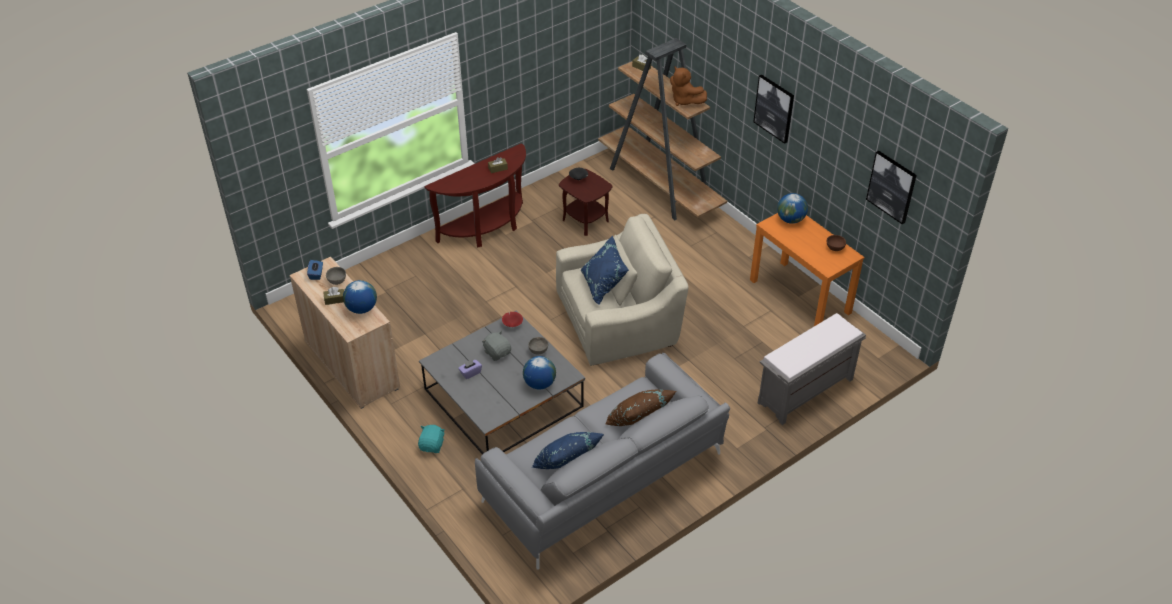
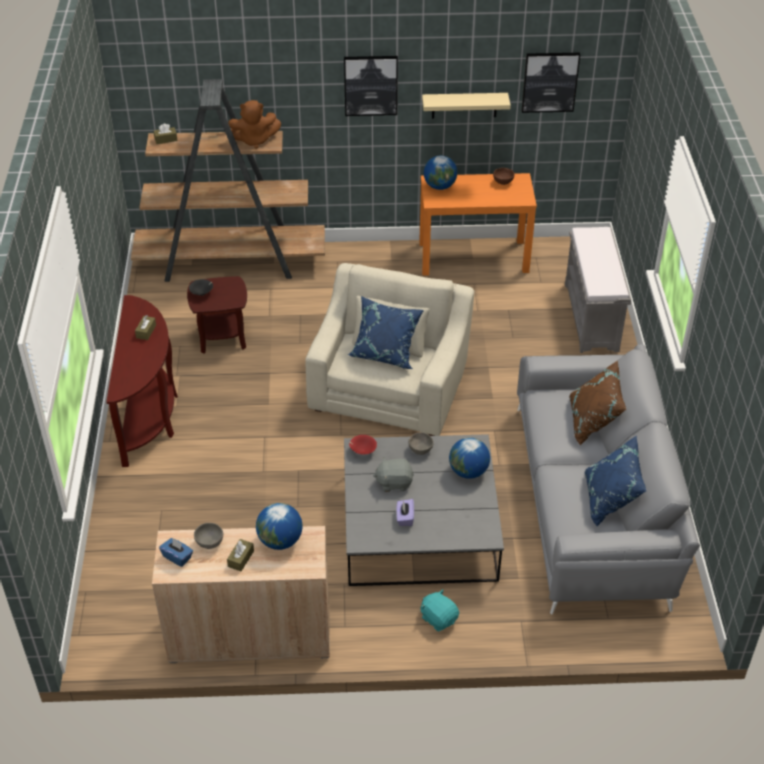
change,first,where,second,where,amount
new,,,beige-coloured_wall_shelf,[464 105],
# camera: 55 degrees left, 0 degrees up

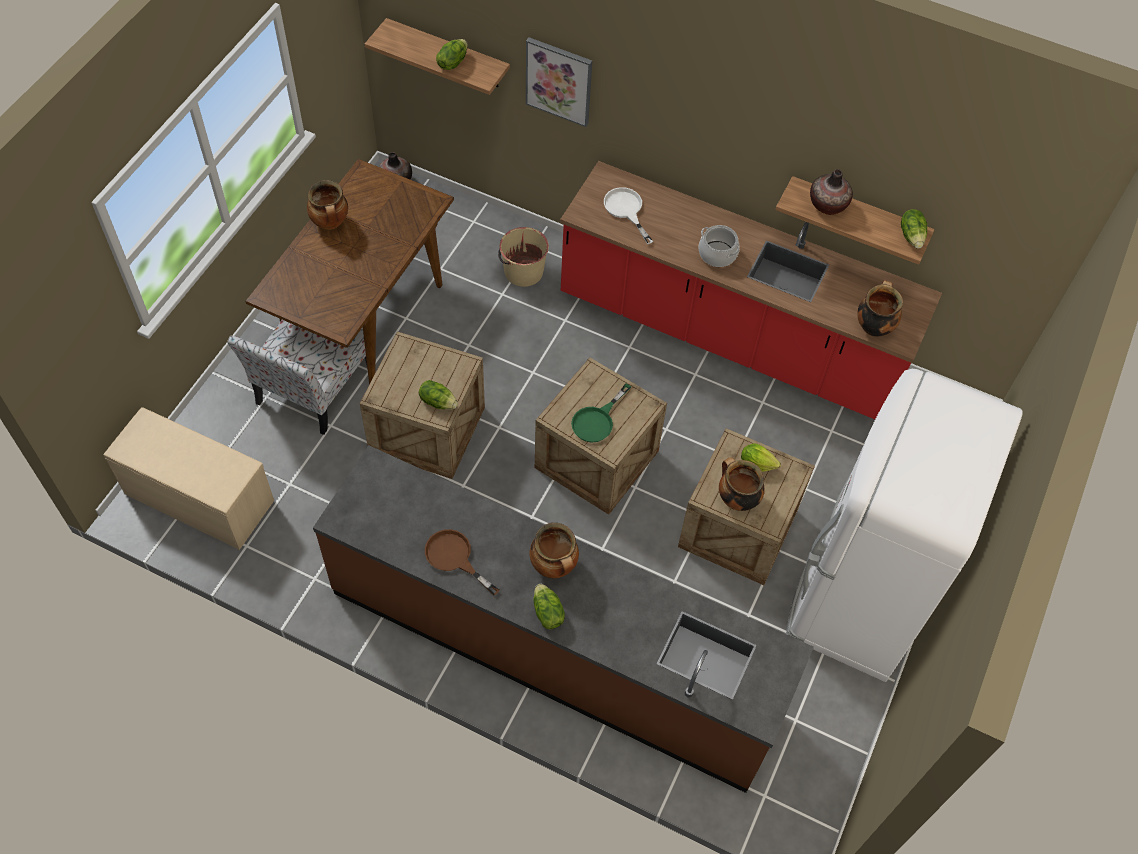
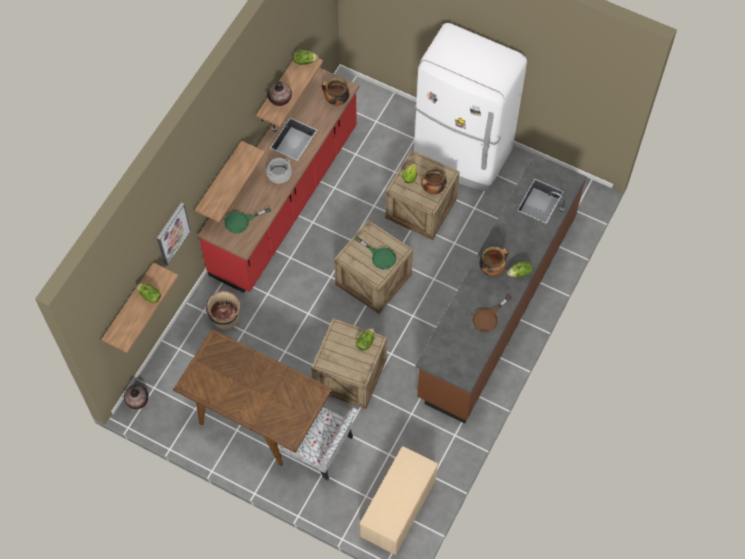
change,first,where,second,where,amount
gone,stockpot,[330 223],,,
repainted,whitish_frying_pan,[626 210],greenish_frying_pan,[241 221],
new,,,wall_shelf,[219 180],
# camera: 85 degrees left, 5 degrees up

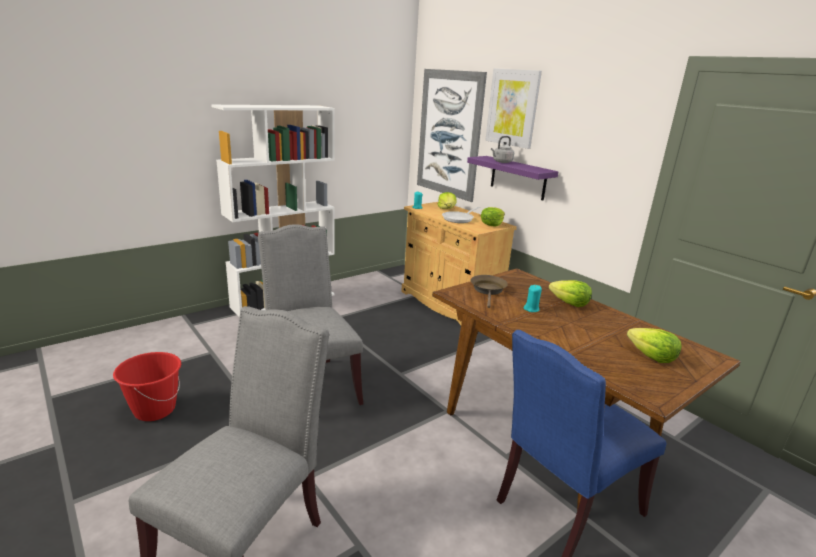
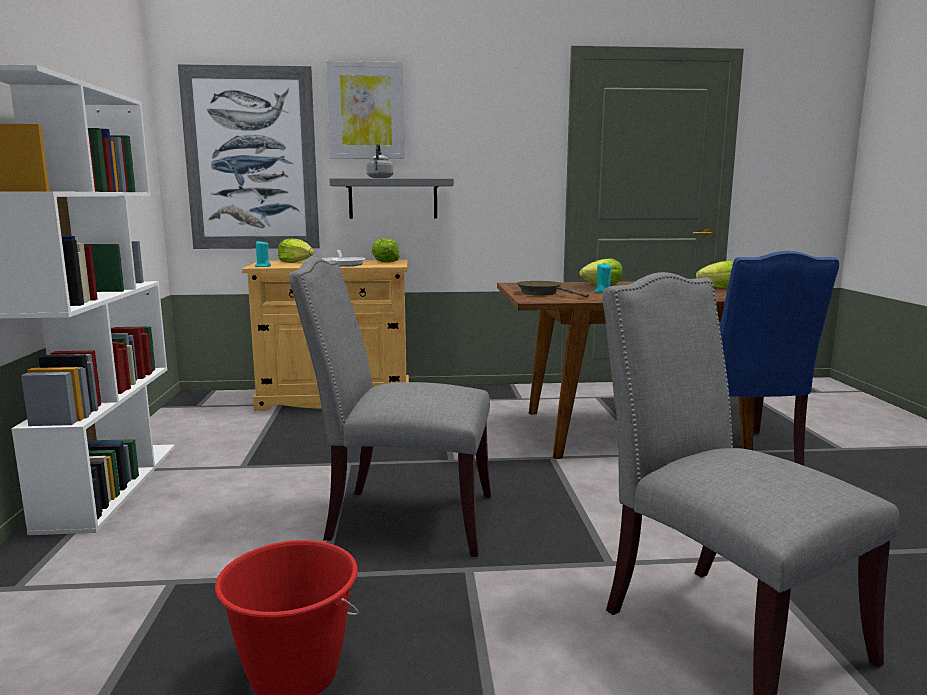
change,first,where,second,where,amount
repainted,purplish_wall_shelf,[518 178],gray_wall_shelf,[393 199],
# camera: 55 degrees left, 10 degrees down

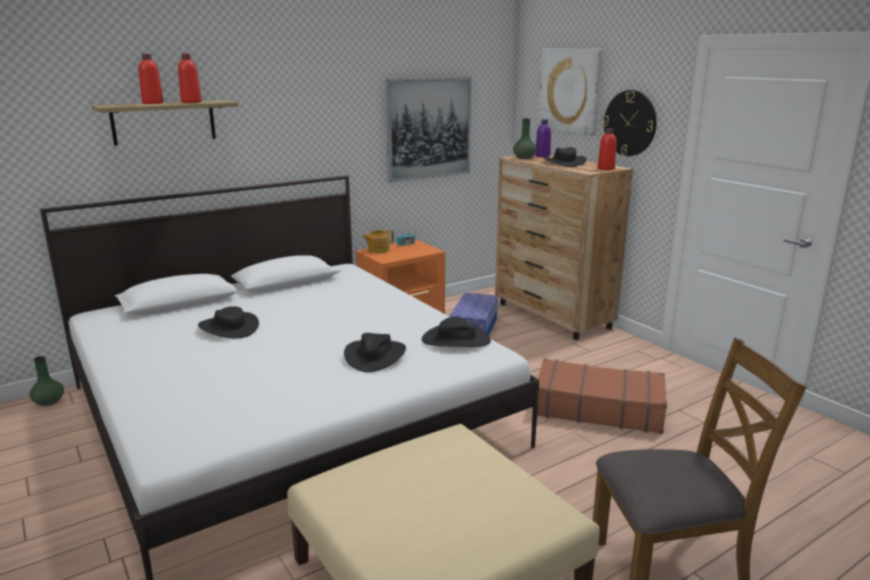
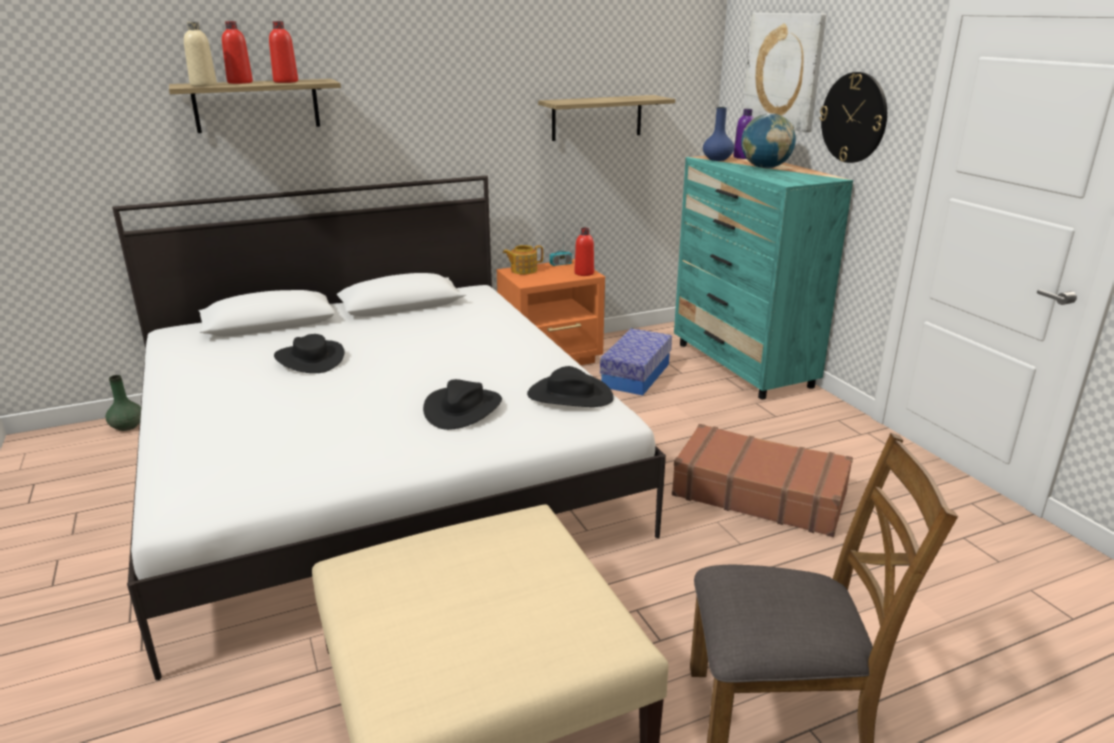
change,first,where,second,where,amount
swapped,wall_art,[428 128],wall_shelf,[597 117],
repainted,brown_chest_of_drawers,[553 316],turquoise_chest_of_drawers,[742 365],
repainted,greenish_flower_vase,[524 158],blue-coloured_flower_vase,[717 159],
swapped,black-coloured_wearable_hat,[564 162],world_globe,[765 168],
shifted,reddish_drink_bottle,[606 169],,[584 273],
new,,,beige-coloured_drink_bottle,[203 85],
# camera: 10 degrees right, 5 degrees up

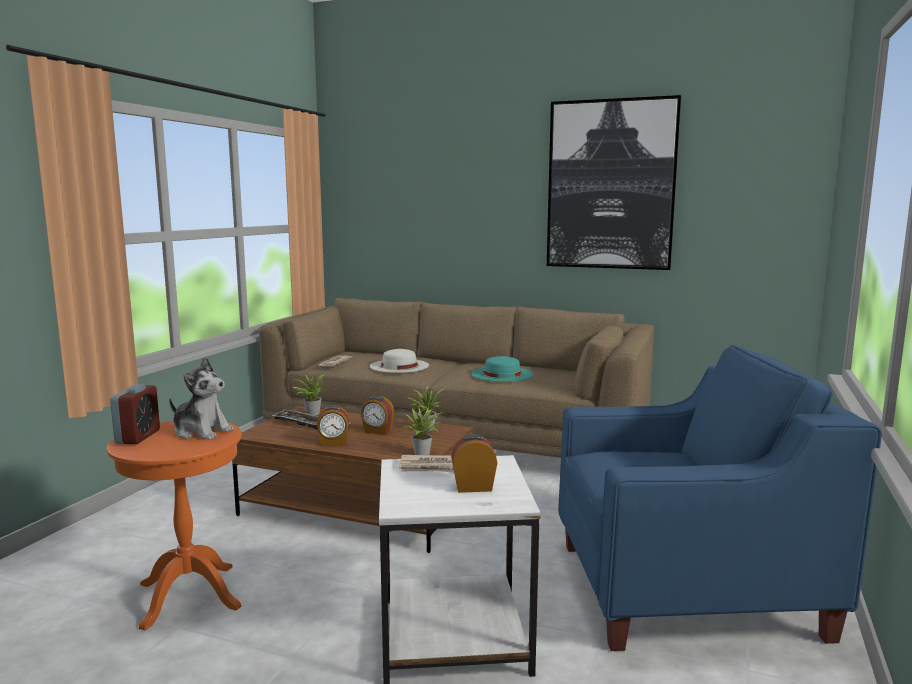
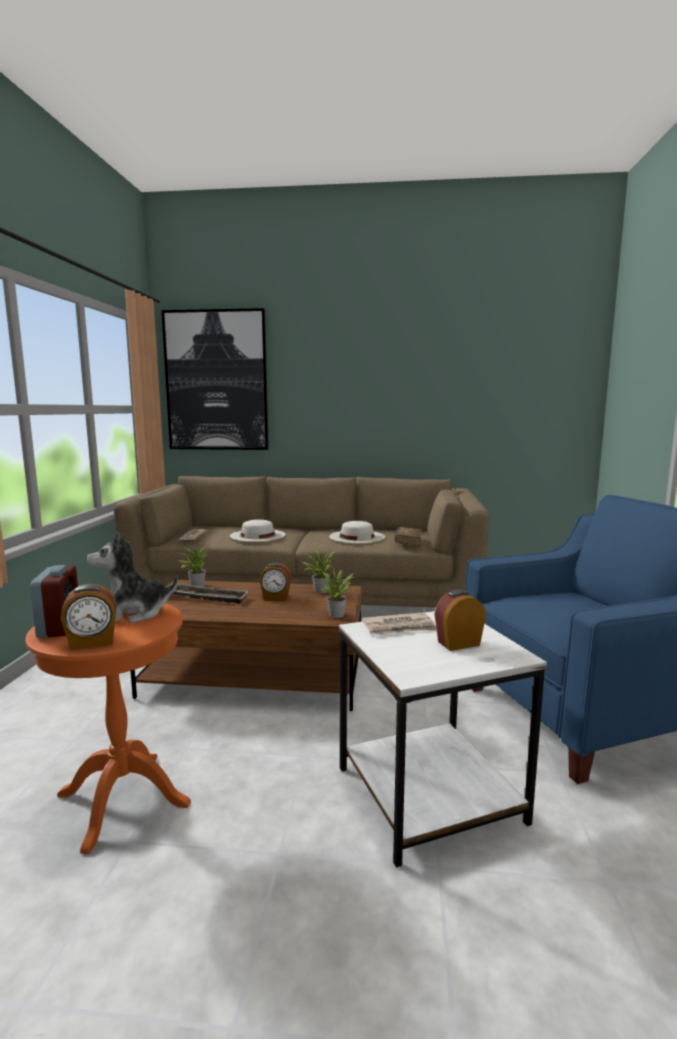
change,first,where,second,where,amount
rotated,soft_toy,[201 431],,[133 614],150 degrees clockwise
shifted,table_clock,[333 442],,[92 642],
repainted,turquoise_wearable_hat,[502 374],whitish_wearable_hat,[357 536],
shifted,wall_art,[610 185],,[216 381],
new,,,brown_bound_book,[408 541],
# camera: 15 degrees left, 0 degrees up

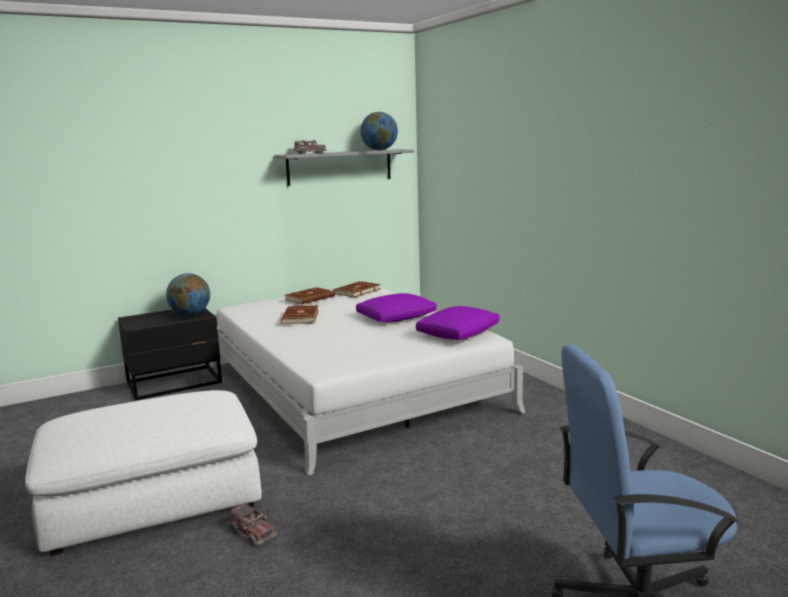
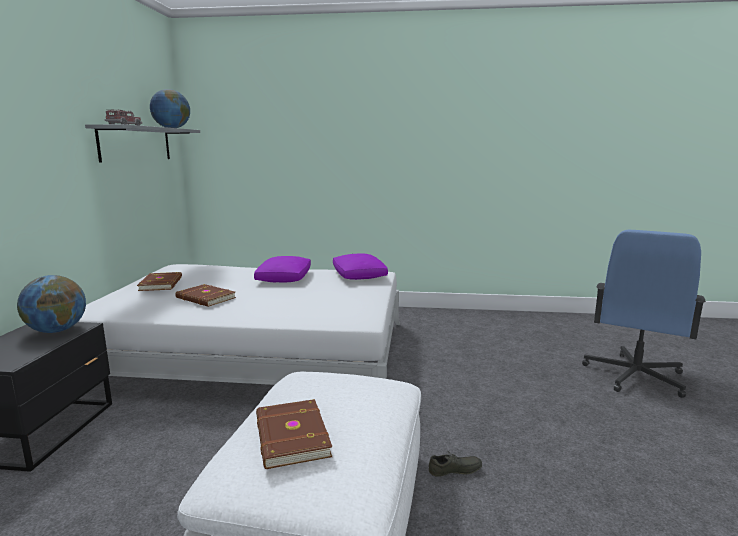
change,first,where,second,where,amount
swapped,toy_lorry,[252 533],gray_item_of_footwear,[455 471],
shifted,brown_bound_book,[356 291],,[290 437],
# camera: 55 degrees left, 0 degrees up

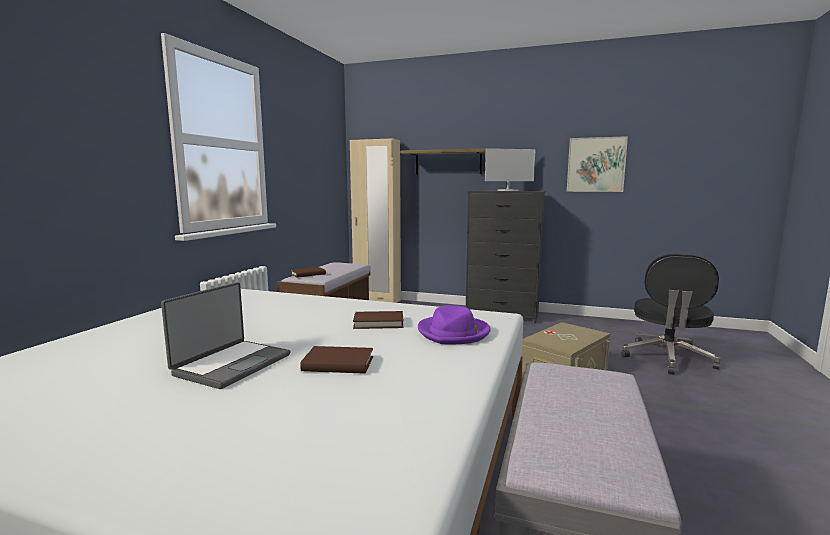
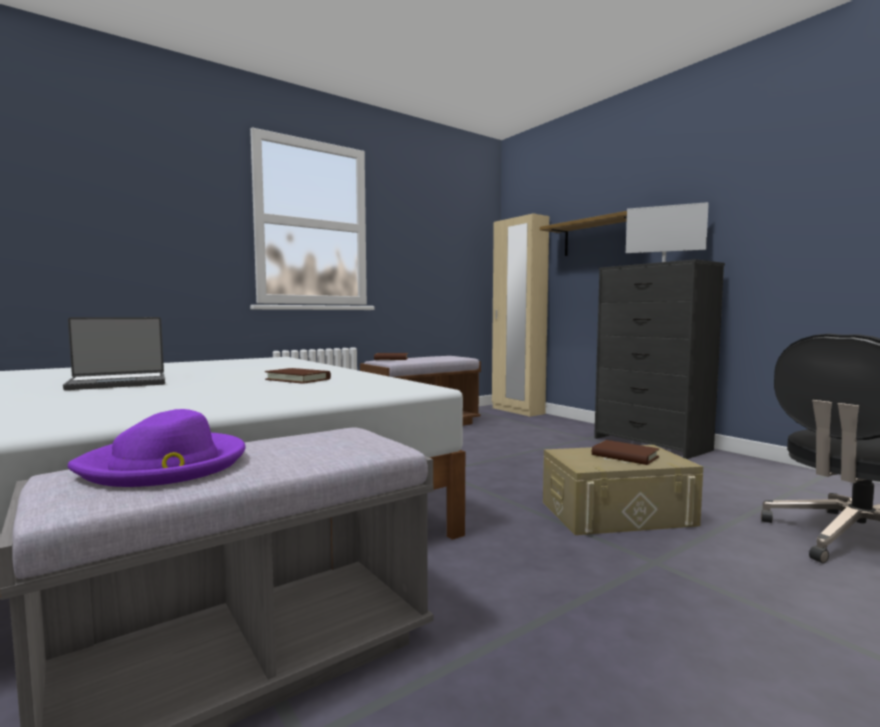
change,first,where,second,where,amount
shifted,brown_bound_book,[338 364],,[624 456],
shifted,purplish_wearable_hat,[454 333],,[166 465],
gone,wall_art,[596 164],,,
# camera: 35 degrees right, 5 degrees down

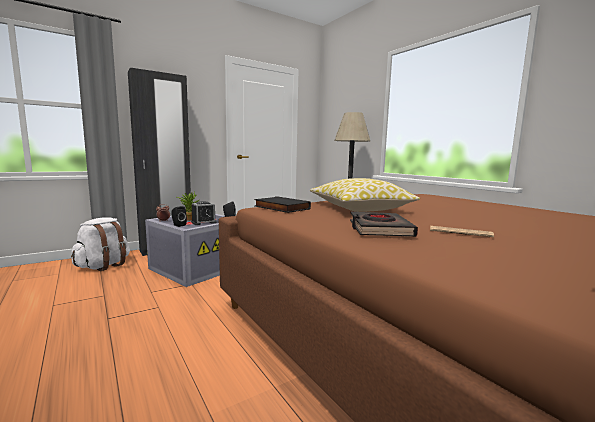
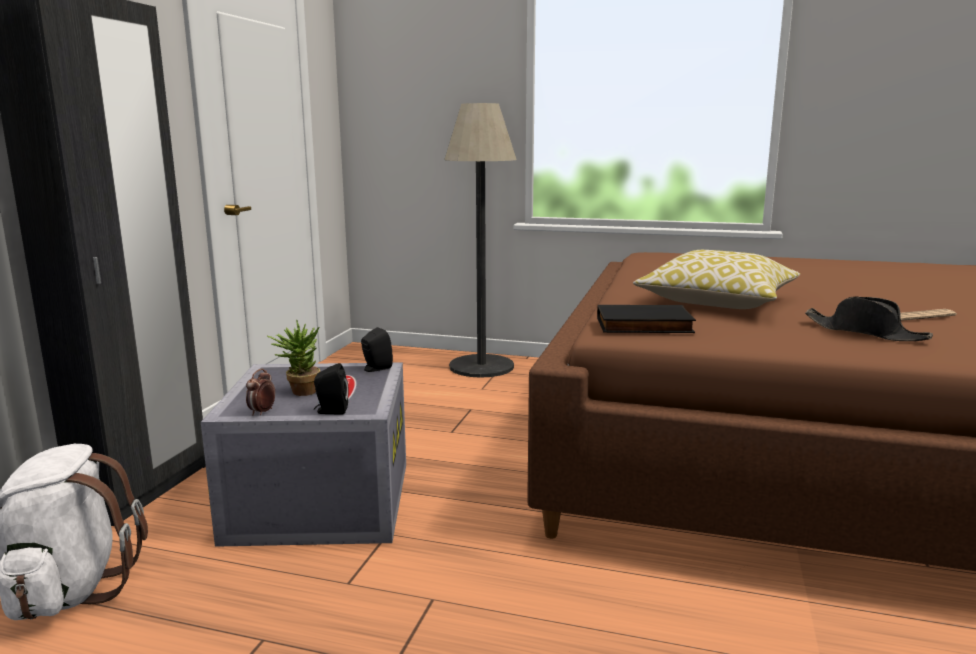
change,first,where,second,where,amount
gone,table_clock,[203 222],,,
swapped,black-coloured_bound_book,[379 229],black-coloured_wearable_hat,[865 332],
# camera: 40 degrees left, 5 degrees up

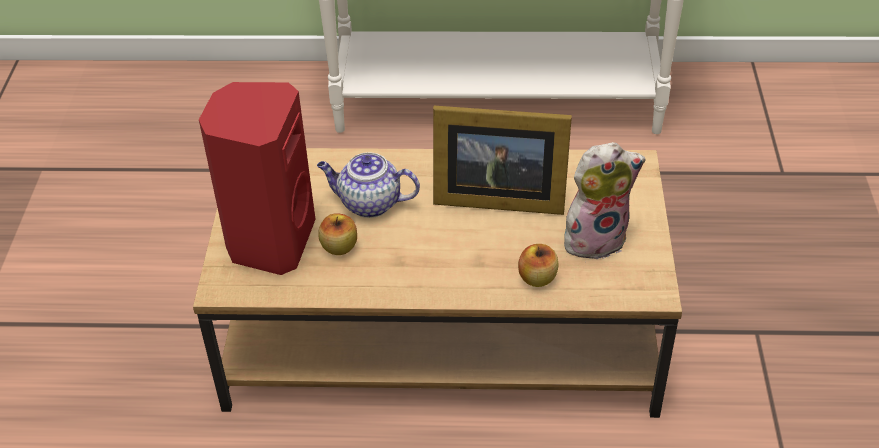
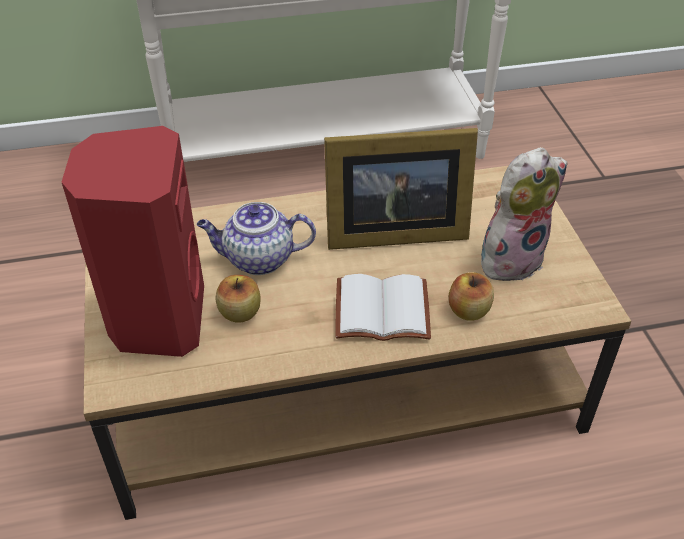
change,first,where,second,where,amount
new,,,whitish_bound_book,[380 312],
# camera: 15 degrees left, 0 degrees up

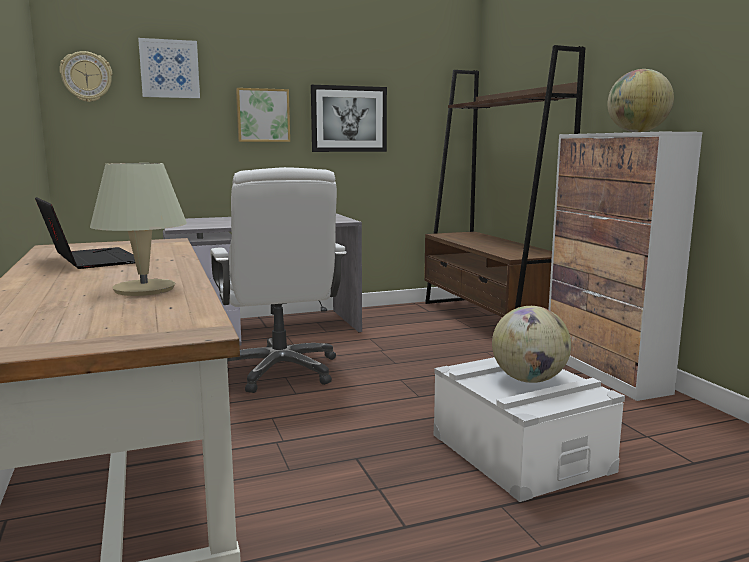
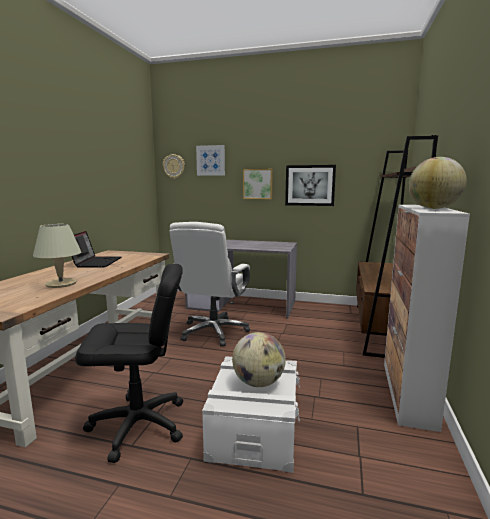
change,first,where,second,where,amount
new,,,black-coloured_desk_chair,[138 425],
# camera: 35 degrees right, 0 degrees up

